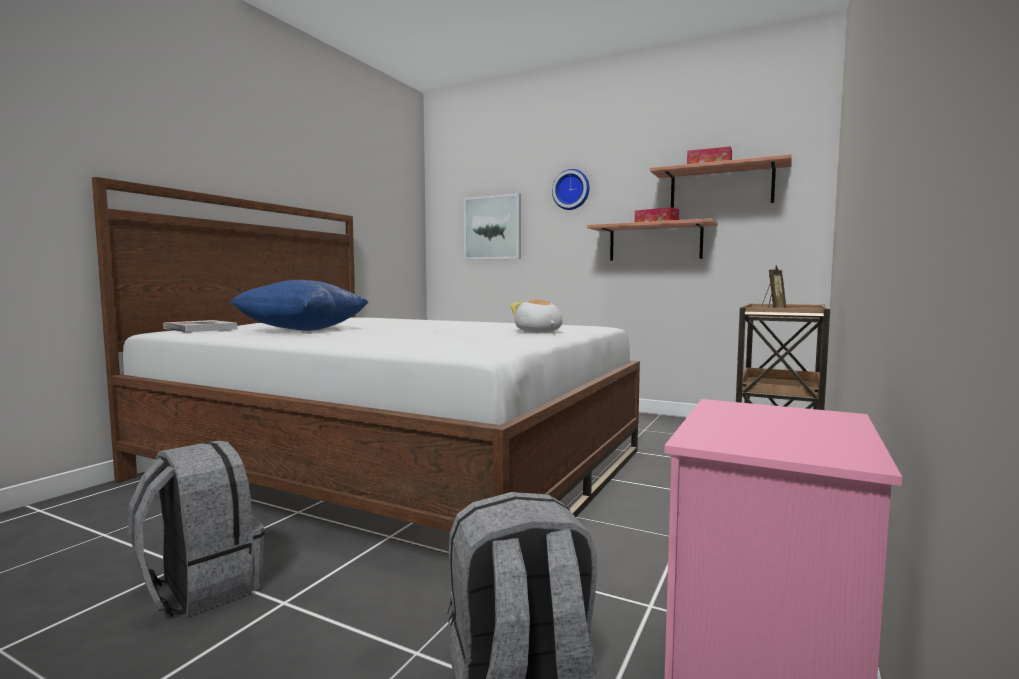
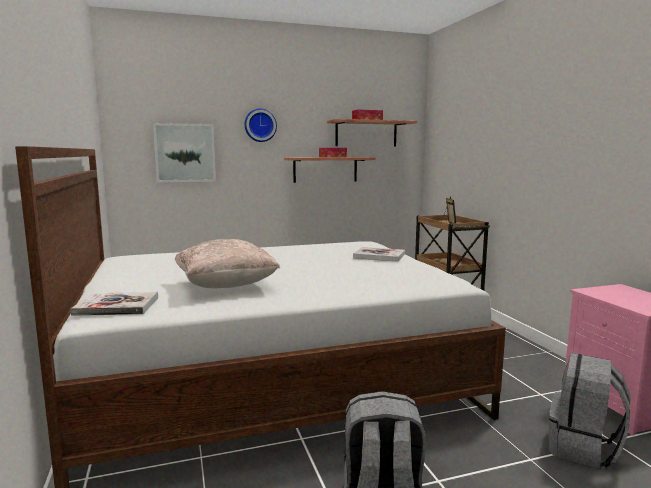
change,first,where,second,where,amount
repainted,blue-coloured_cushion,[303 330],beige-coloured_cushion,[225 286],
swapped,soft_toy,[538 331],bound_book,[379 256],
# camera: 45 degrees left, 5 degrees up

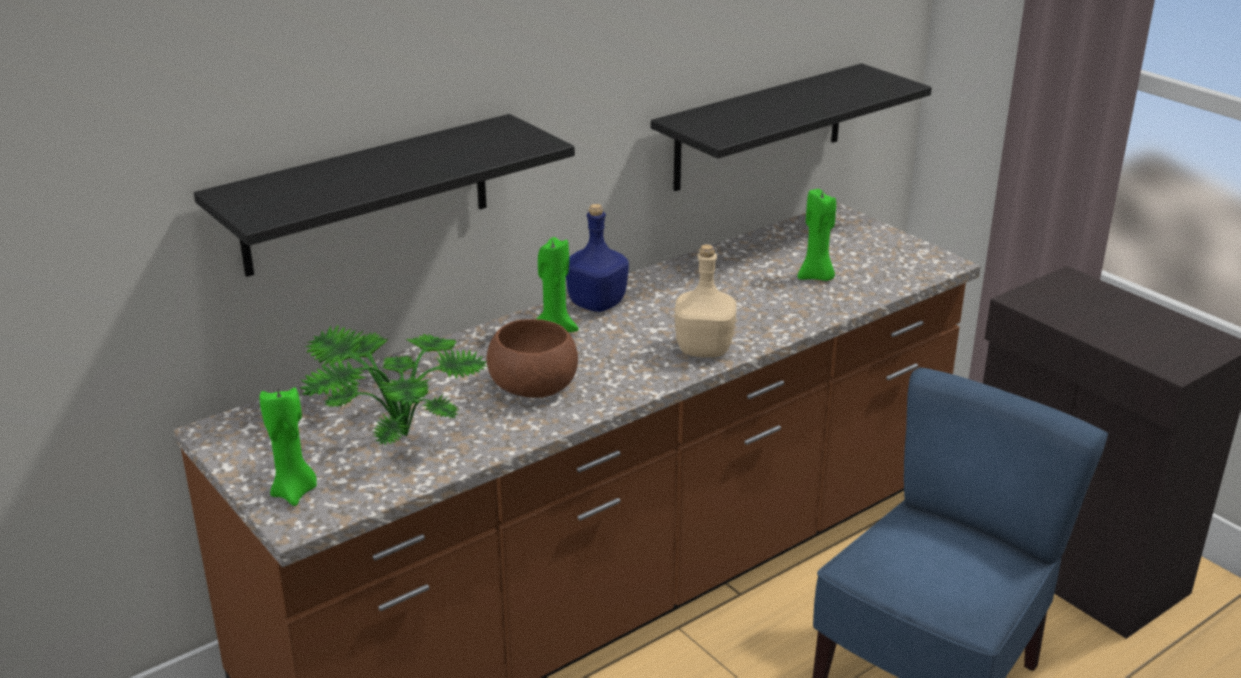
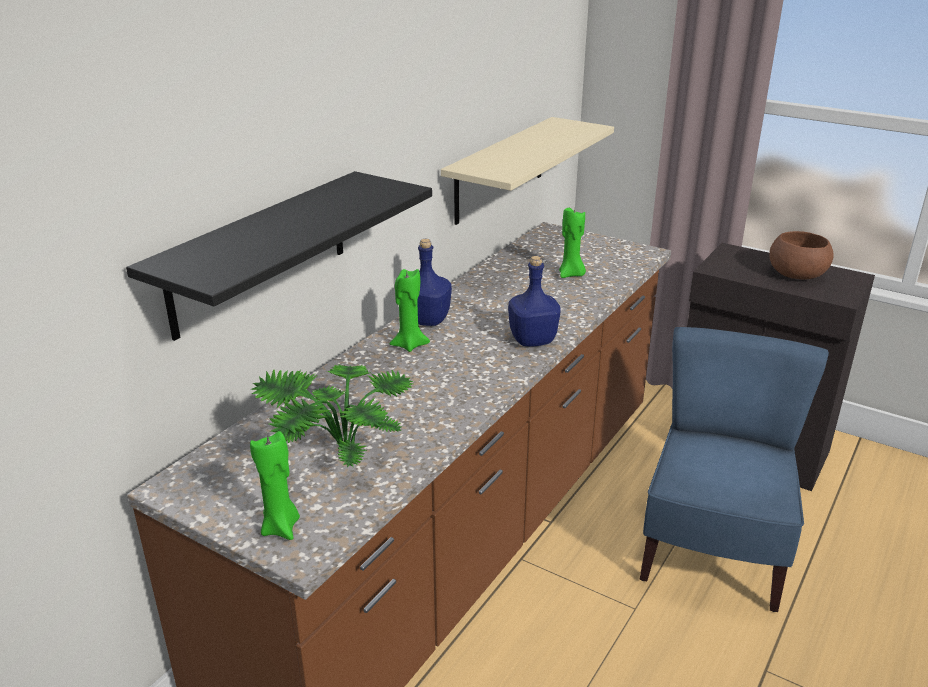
change,first,where,second,where,amount
shifted,brown_deep_dish,[534 386],,[797 274],
repainted,black-coloured_wall_shelf,[759 127],beige-coloured_wall_shelf,[500 170],
repainted,beige-coloured_drink_bottle,[703 349],blue-coloured_drink_bottle,[532 339],
# camera: 20 degrees left, 0 degrees up

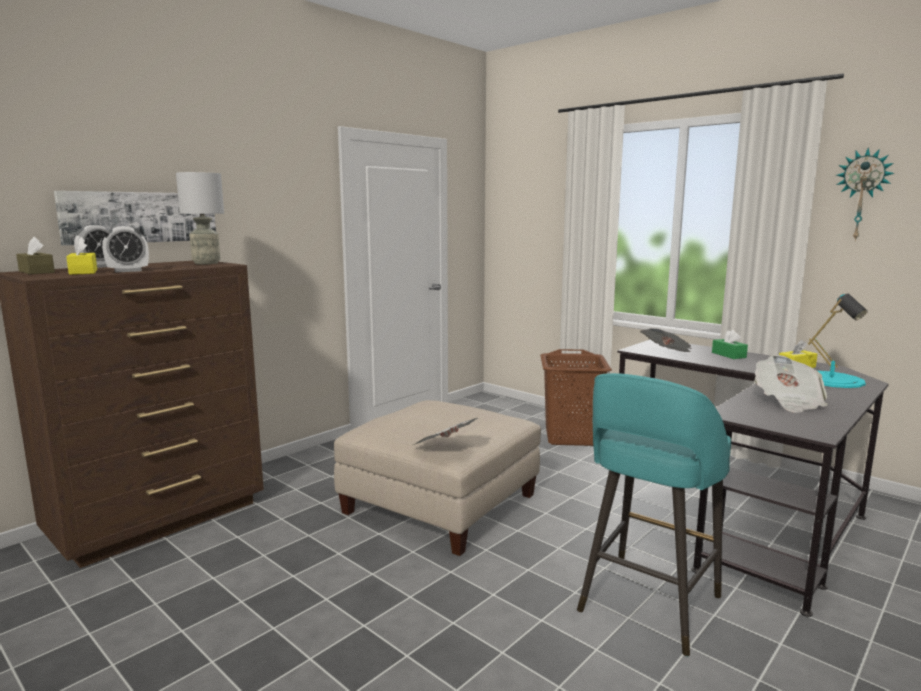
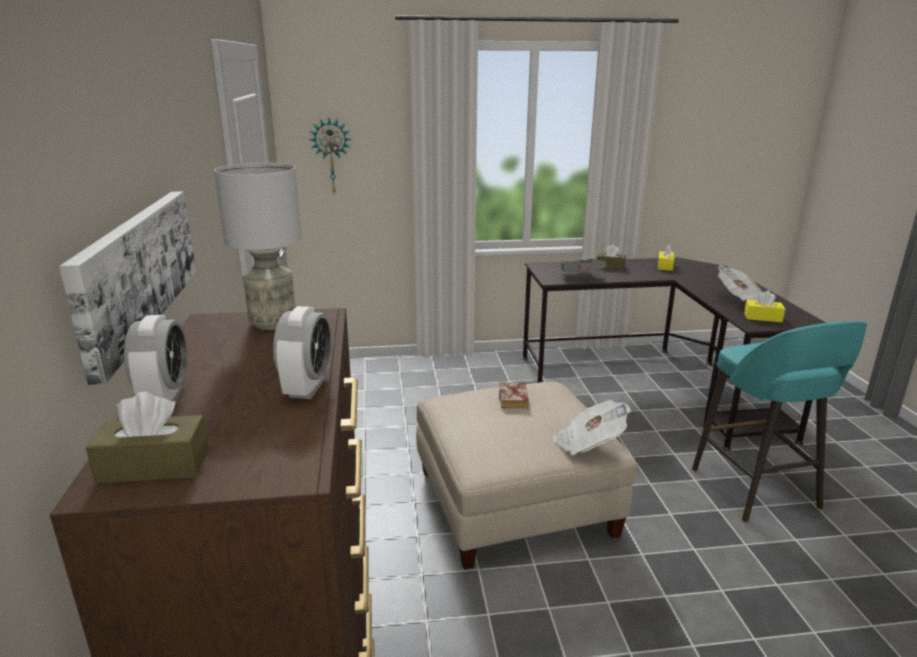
change,first,where,second,where,amount
shifted,yellowish_tissue_holder,[83 272],,[762 317],
gone,brown_washing_basket,[571 437],,,
repainted,greenish_tissue_holder,[728 355],brown_tissue_holder,[610 266],
gone,turquoise_tabletop_lamp,[831 379],,,
shifted,wall_clock,[862 195],,[331 156],
new,,,bound_book,[514 400],
# camera: 50 degrees left, 10 degrees up

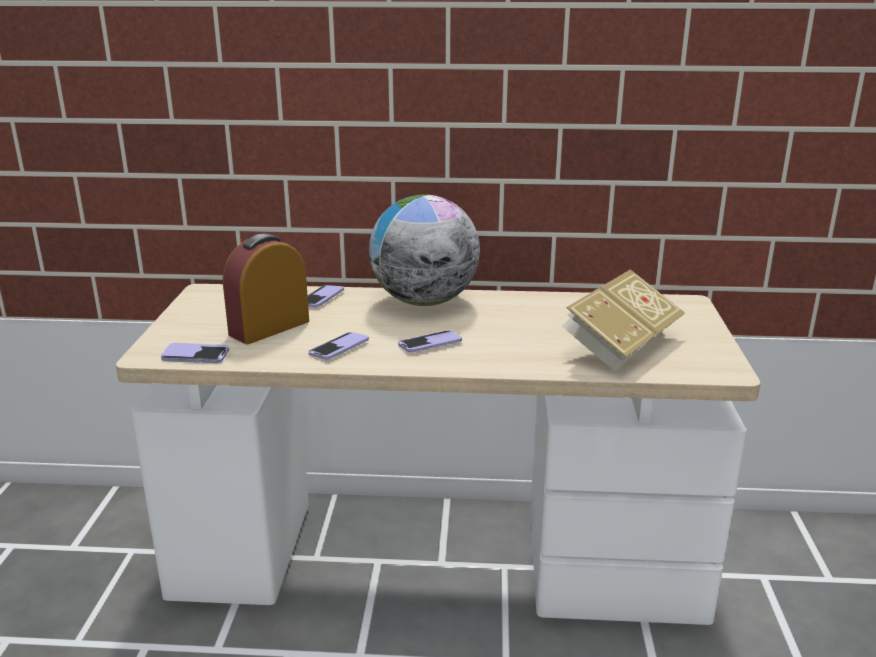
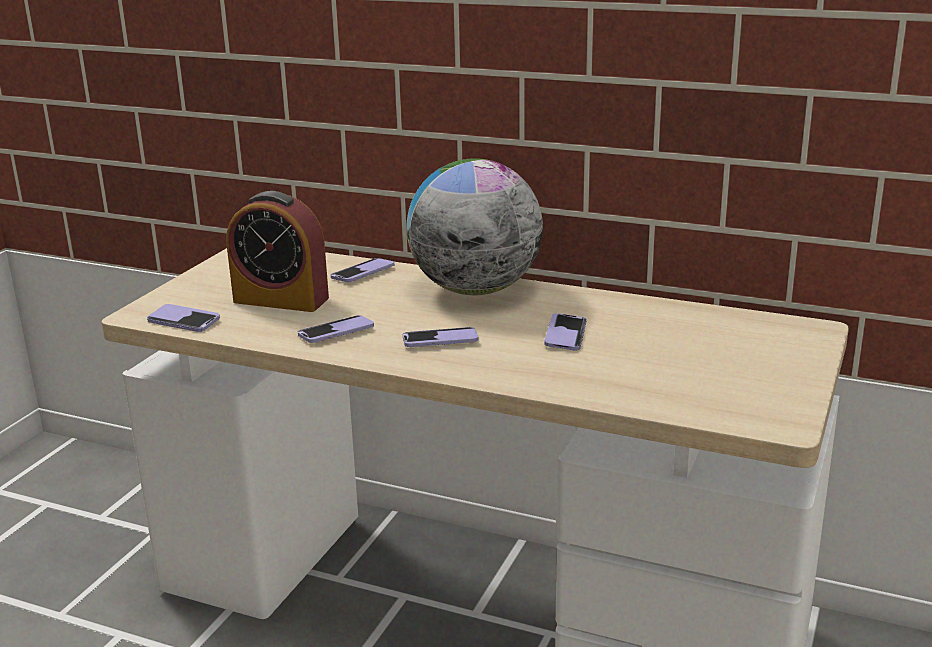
change,first,where,second,where,amount
rotated,table_clock,[269 328],,[281 300],135 degrees counterclockwise
gone,bound_book,[620 345],,,
new,,,handset,[565 334],
# camera: 20 degrees right, 0 degrees up

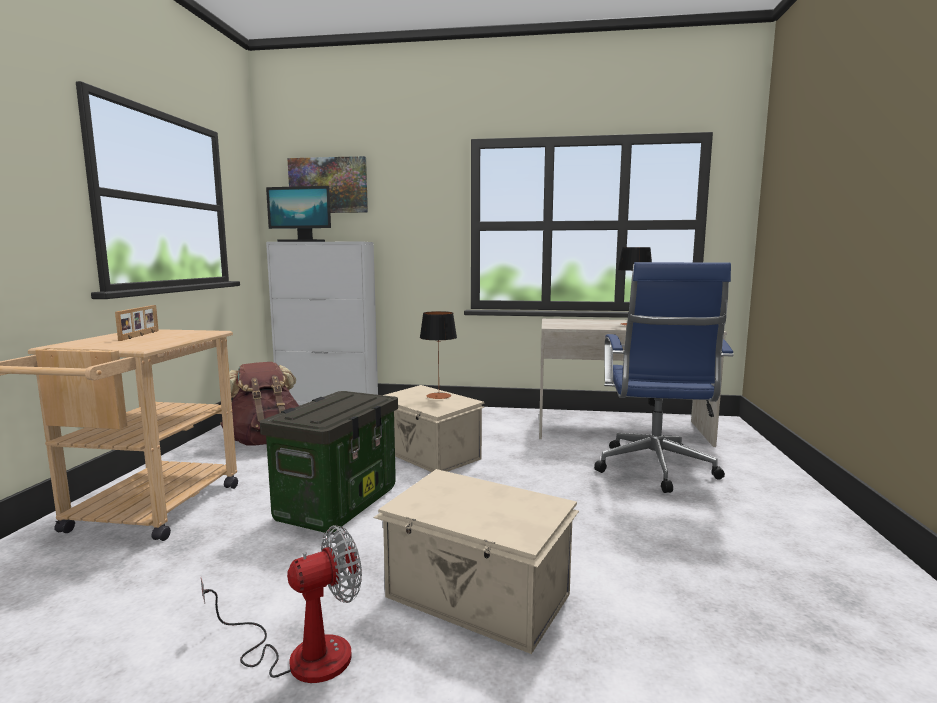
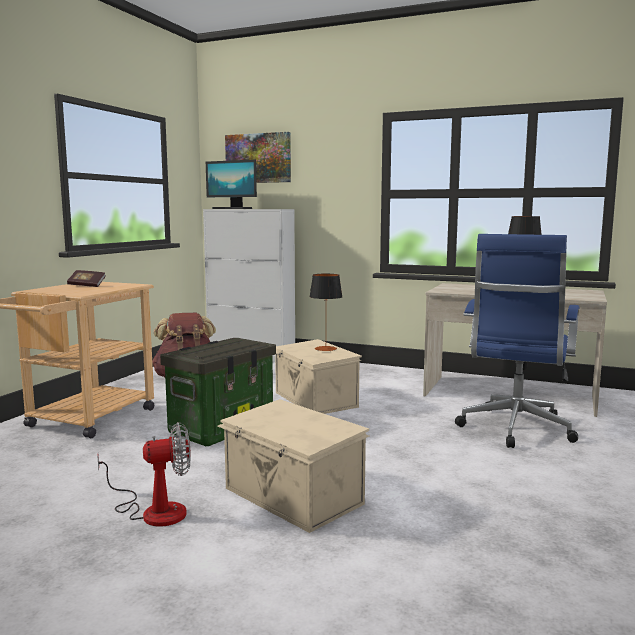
change,first,where,second,where,amount
swapped,photo_frame,[140 335],bound_book,[87 285],
# camera: 15 degrees right, 0 degrees up

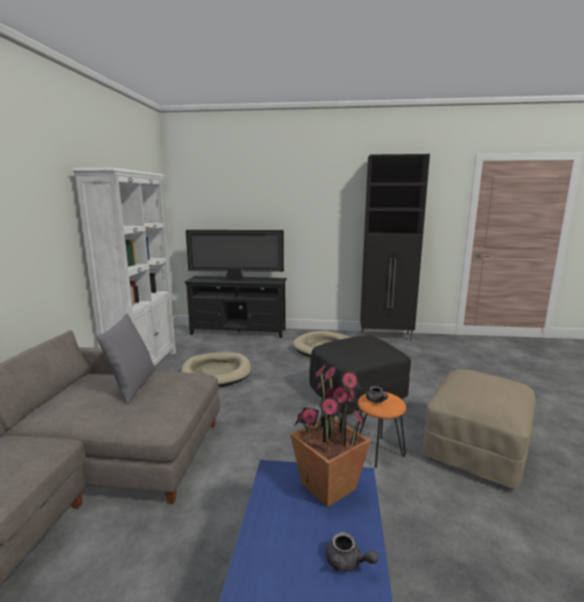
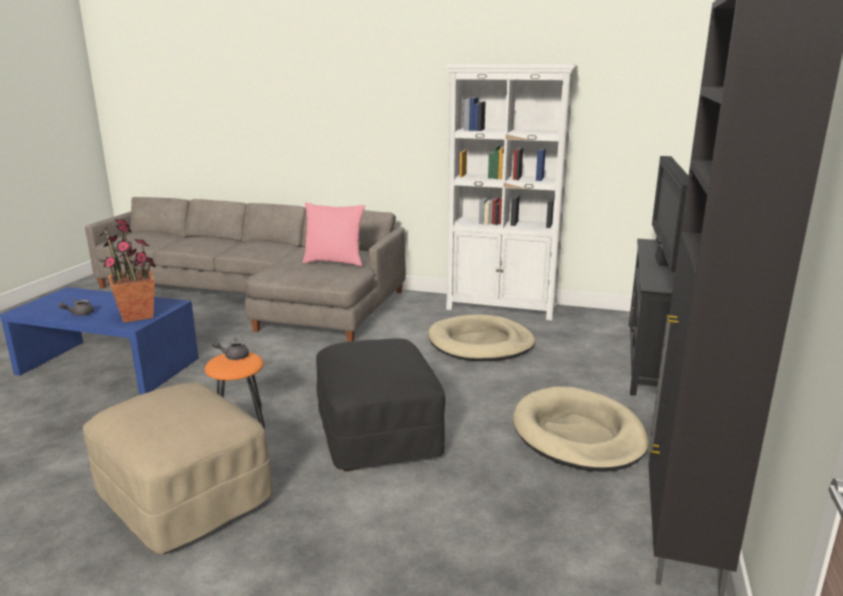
change,first,where,second,where,amount
repainted,gray_cushion,[132 386],pinkish_cushion,[334 262],
# camera: 100 degrees right, 5 degrees up

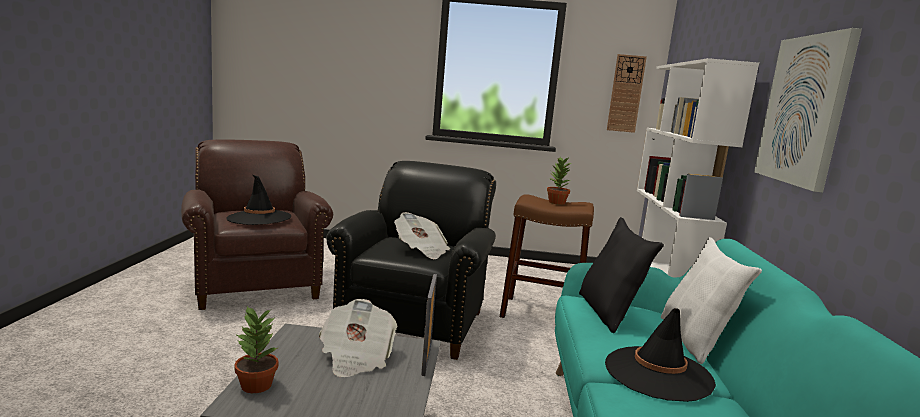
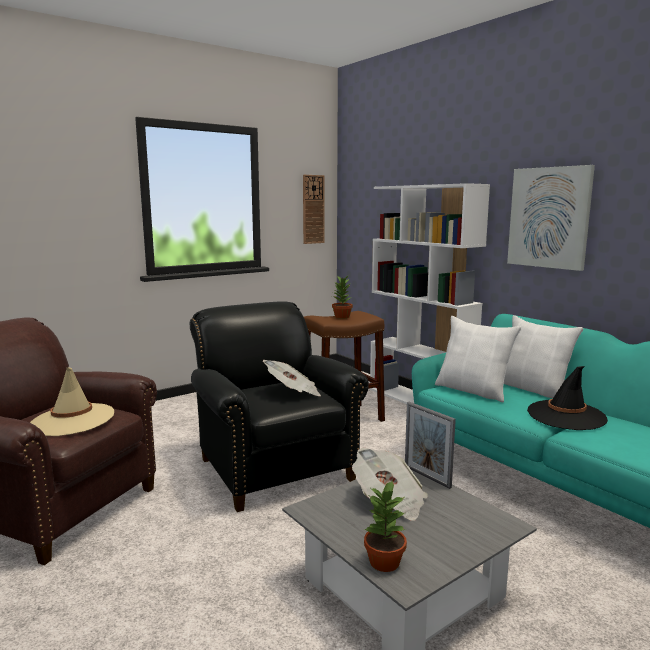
change,first,where,second,where,amount
repainted,black-coloured_wearable_hat,[259 218],beige-coloured_wearable_hat,[72 420],
repainted,black-coloured_cushion,[609 313],whitish_cushion,[473 390],
# camera: 40 degrees left, 0 degrees up

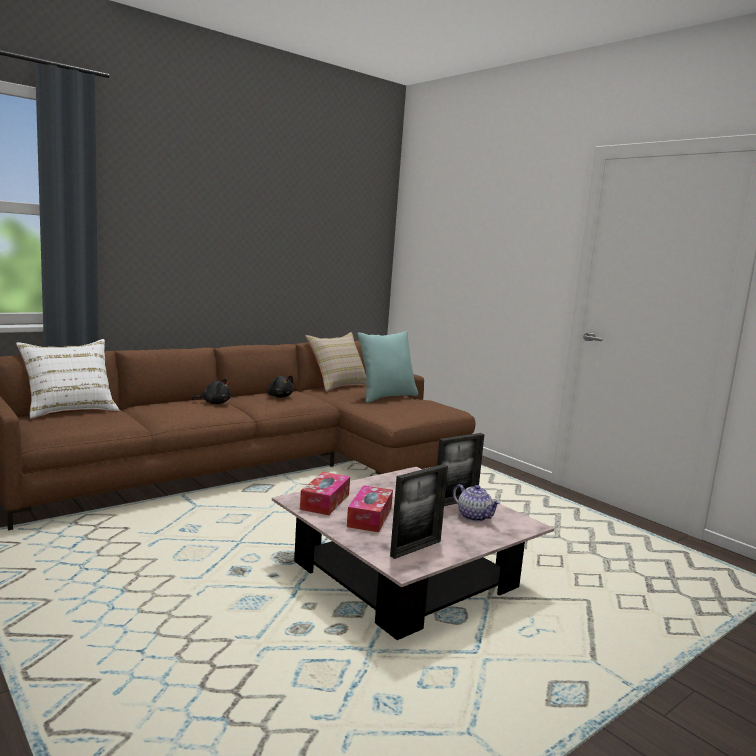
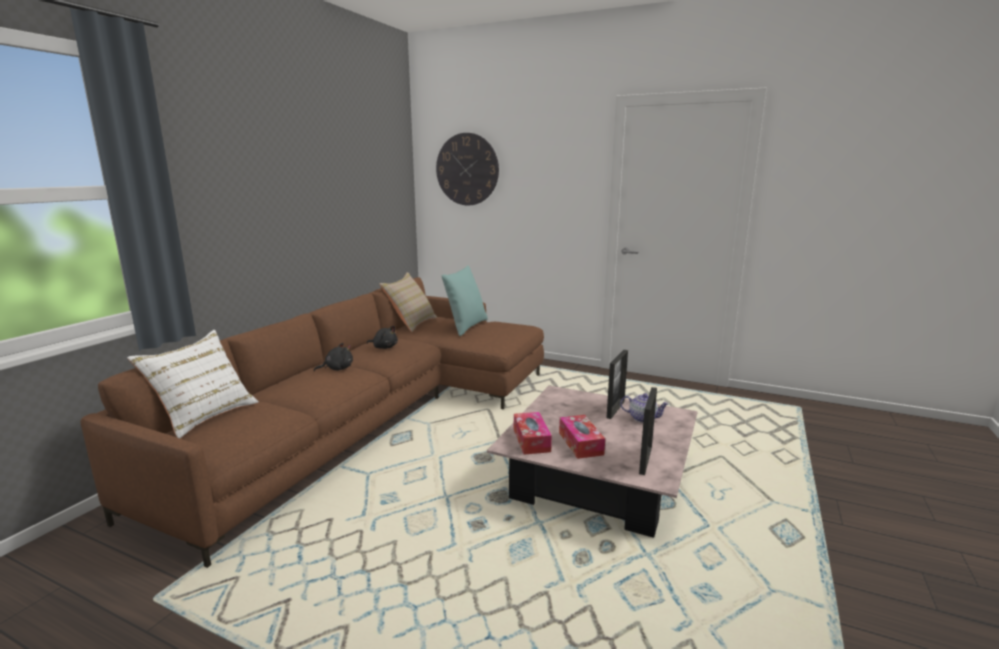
change,first,where,second,where,amount
new,,,wall_clock,[467 169],
# camera: 25 degrees left, 5 degrees up

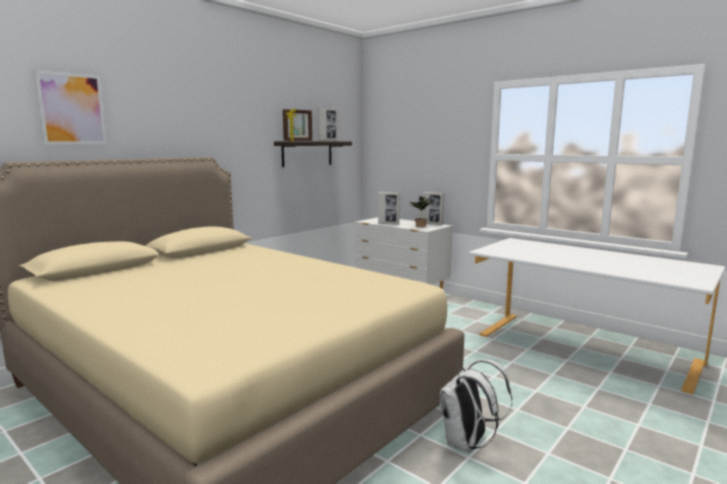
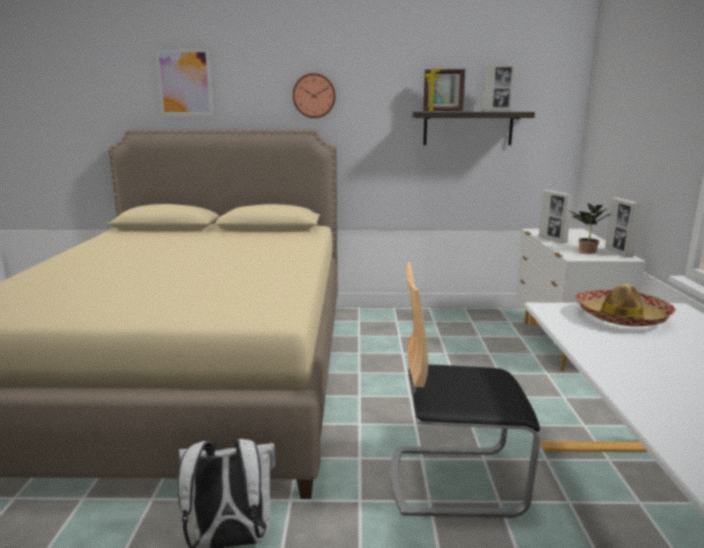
change,first,where,second,where,amount
new,,,wall_clock,[314 96],
new,,,upright_chair,[454 479],
new,,,wearable_hat,[622 317],
# camera: 50 degrees right, 5 degrees up

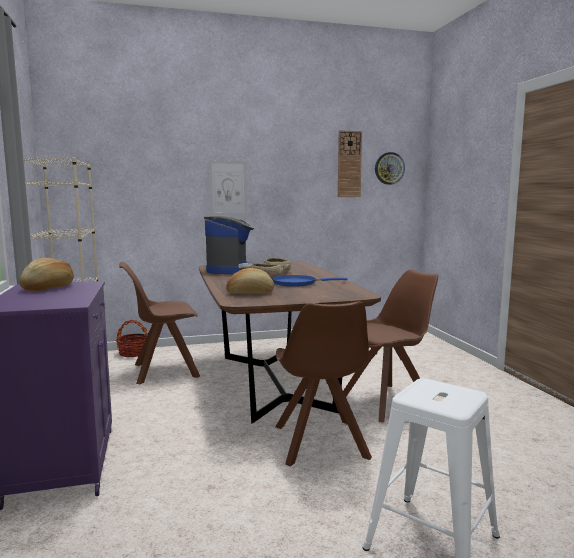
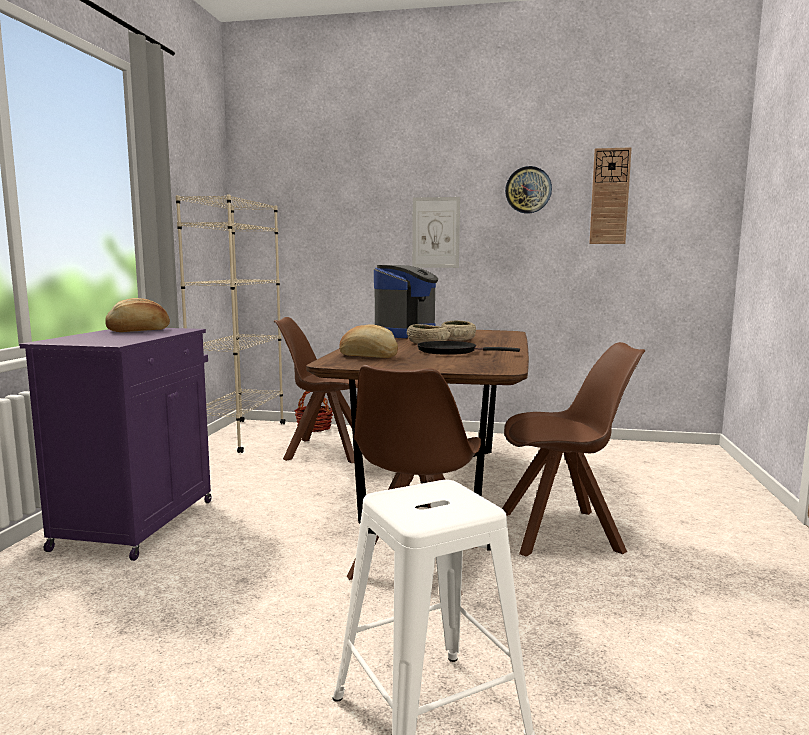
change,first,where,second,where,amount
repainted,blue-coloured_frying_pan,[297 283],black-coloured_frying_pan,[451 352],
shifted,wall_clock,[389 168],,[528 190],
# camera: 25 degrees right, 0 degrees up

